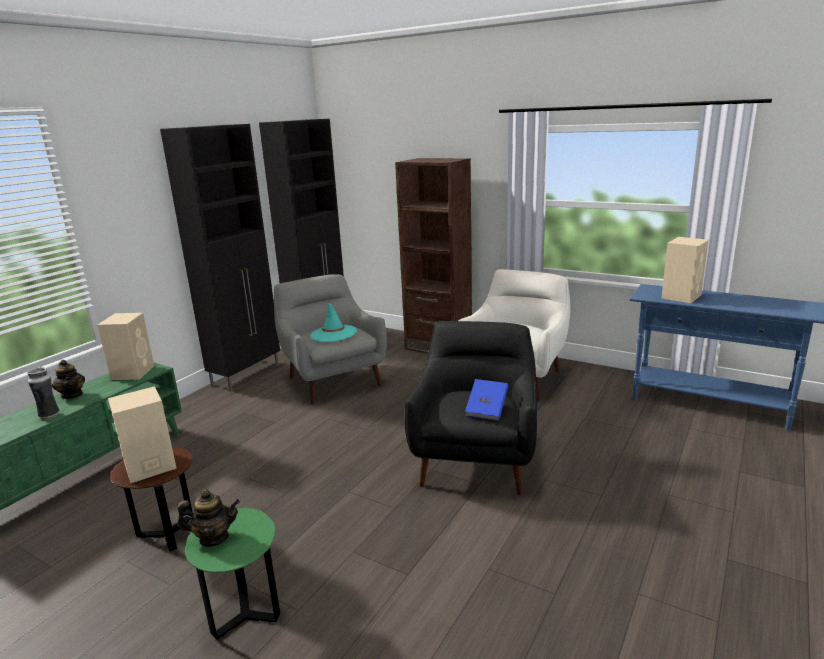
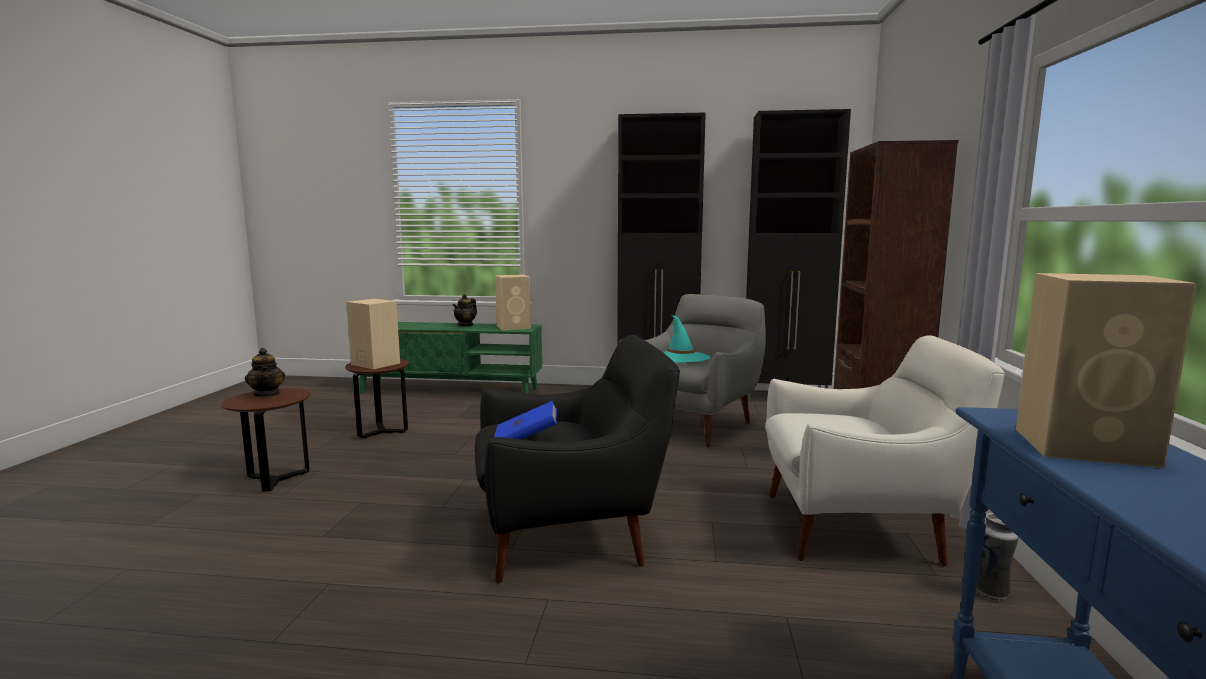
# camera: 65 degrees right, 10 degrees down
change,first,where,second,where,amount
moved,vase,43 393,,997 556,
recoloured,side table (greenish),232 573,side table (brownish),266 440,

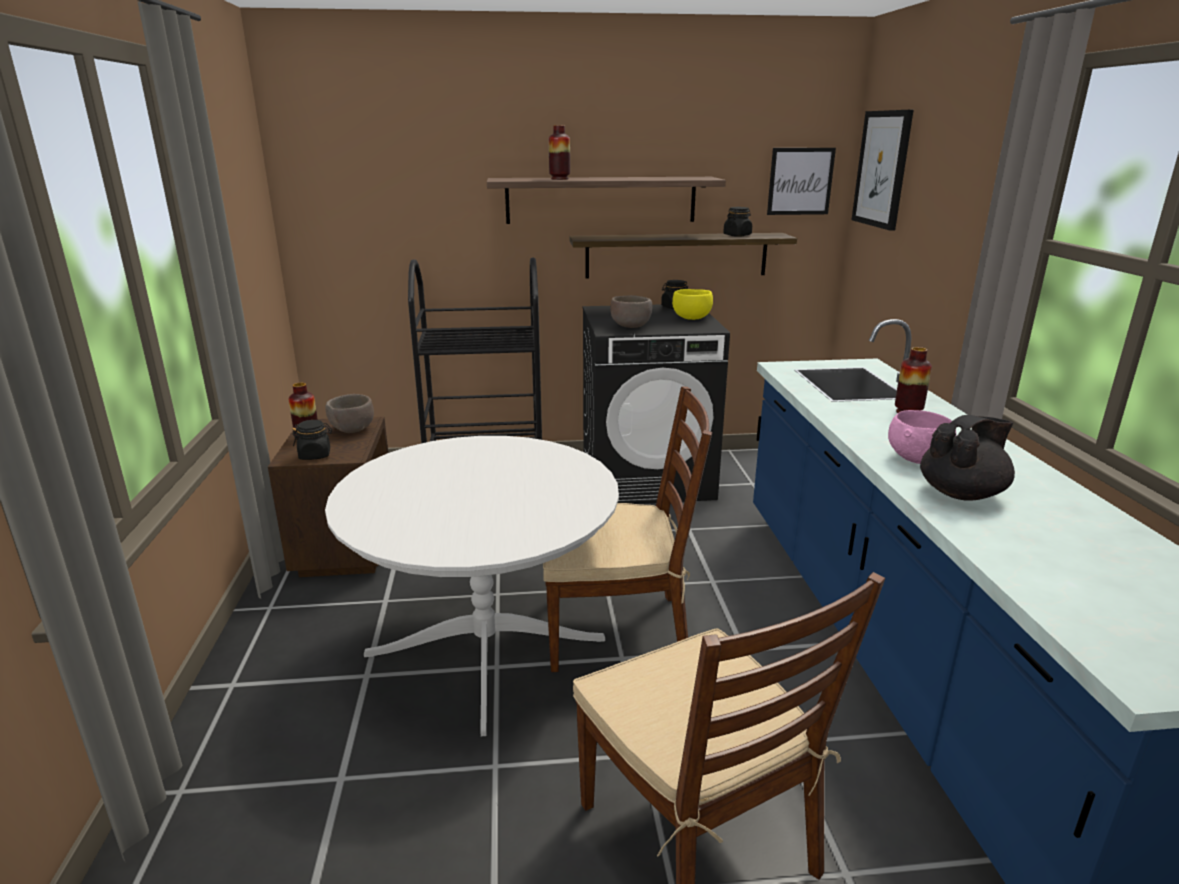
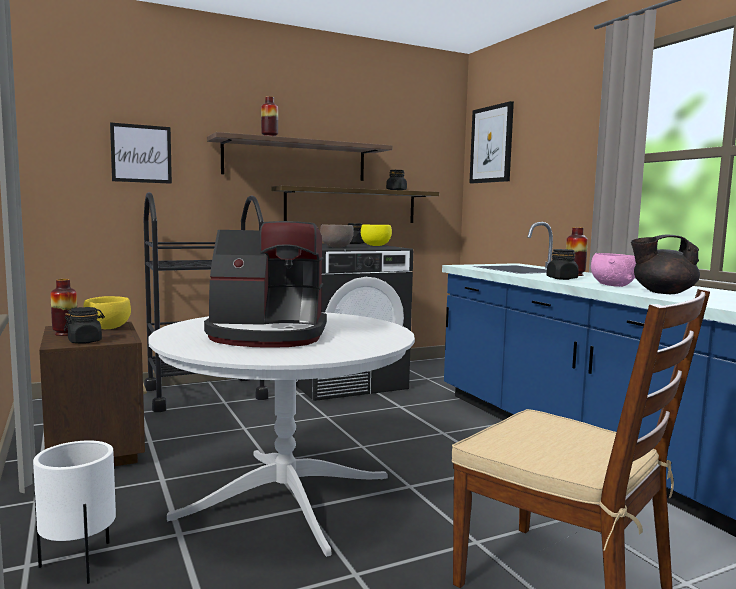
# camera: 20 degrees left, 15 degrees down
change,first,where,second,where,amount
removed,chair (brownish),627 529,,,
added,,,flower pot (white-coloured),74 512,
added,,,coffee maker,265 284,
added,,,jar (black-coloured),563 264,
moved,wall picture,801 181,,141 153,
recoloured,deep dish (brownish),349 413,deep dish (yellowish),107 312,
turned,tea pot (black-coloured),967 458,,665 264,120 degrees counterclockwise

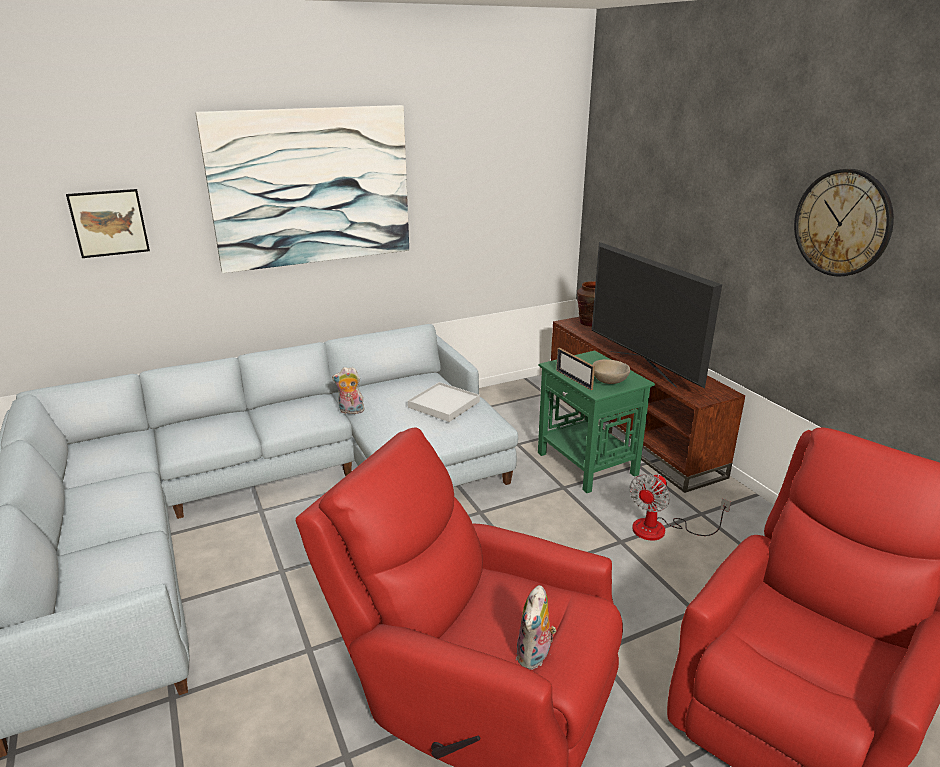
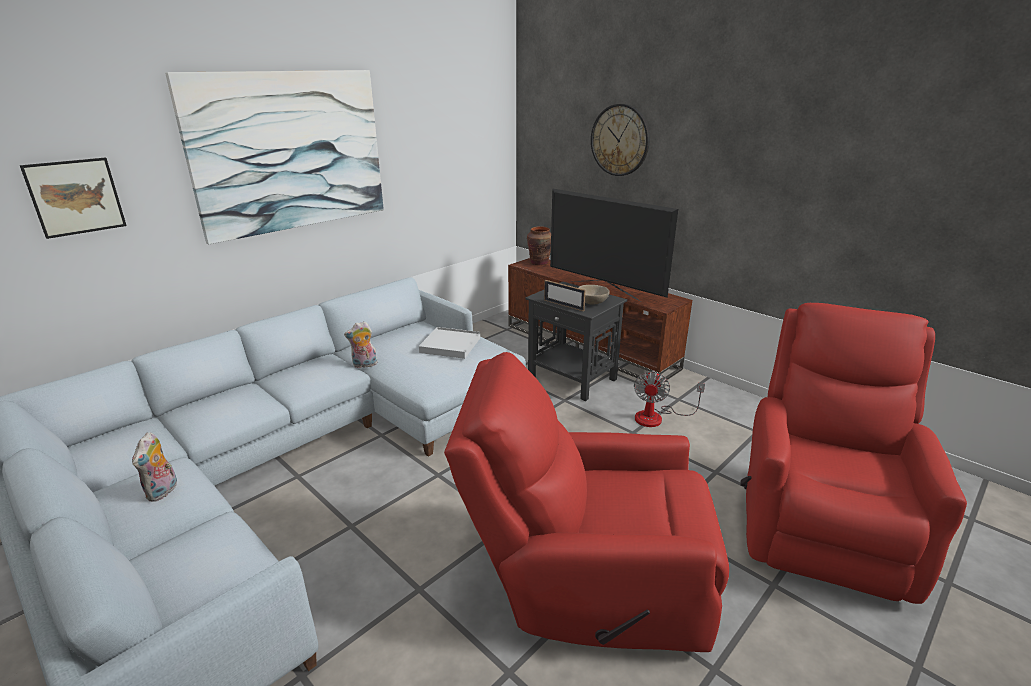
# camera: 20 degrees left, 0 degrees up
change,first,where,second,where,amount
moved,cuddly toy,536 627,,154 467,
moved,wall clock,844 222,,620 140,
recoloured,side table (greenish),596 421,side table (black-coloured),576 341,

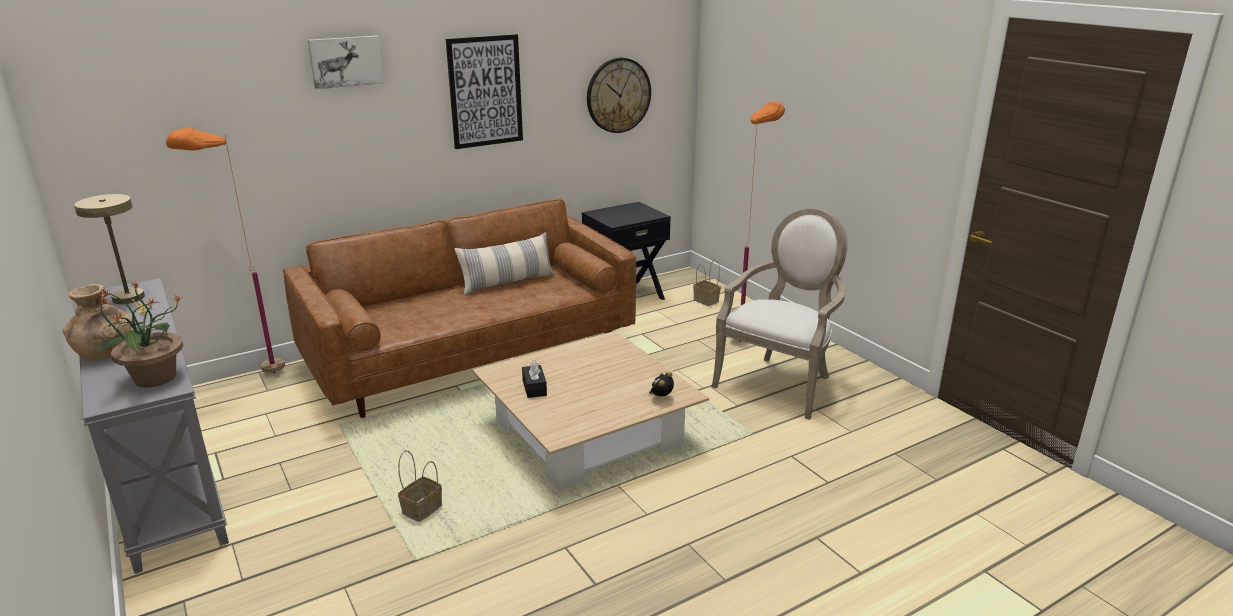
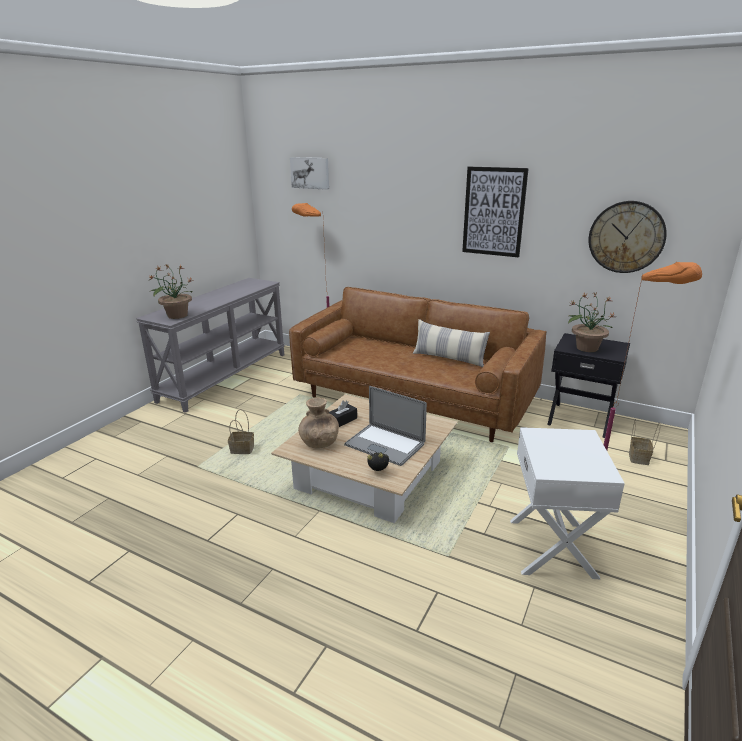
# camera: 60 degrees right, 0 degrees up
change,first,where,second,where,amount
removed,table lamp (beige),110 254,,,
added,,,laptop,385 426,
added,,,potted plant,591 322,
moved,vase (brownish),98 322,,318 423,
moved,wall picture,346 62,,309 173,
replaced,easy chair,779 314,side table (white-coloured),567 503,

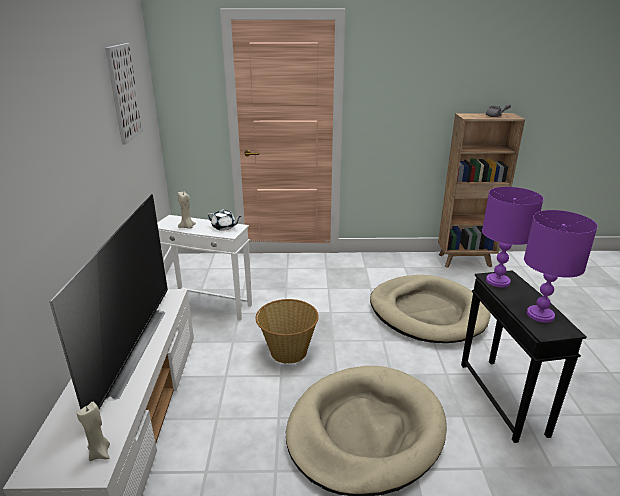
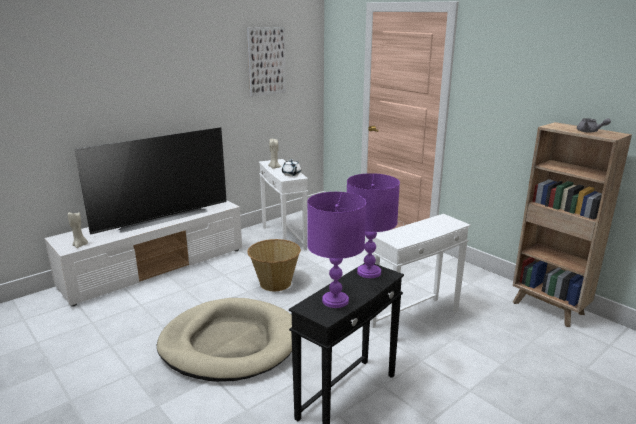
# camera: 50 degrees right, 5 degrees down
change,first,where,second,where,amount
replaced,pet bed (beige),430 309,side table (white-coloured),420 274,

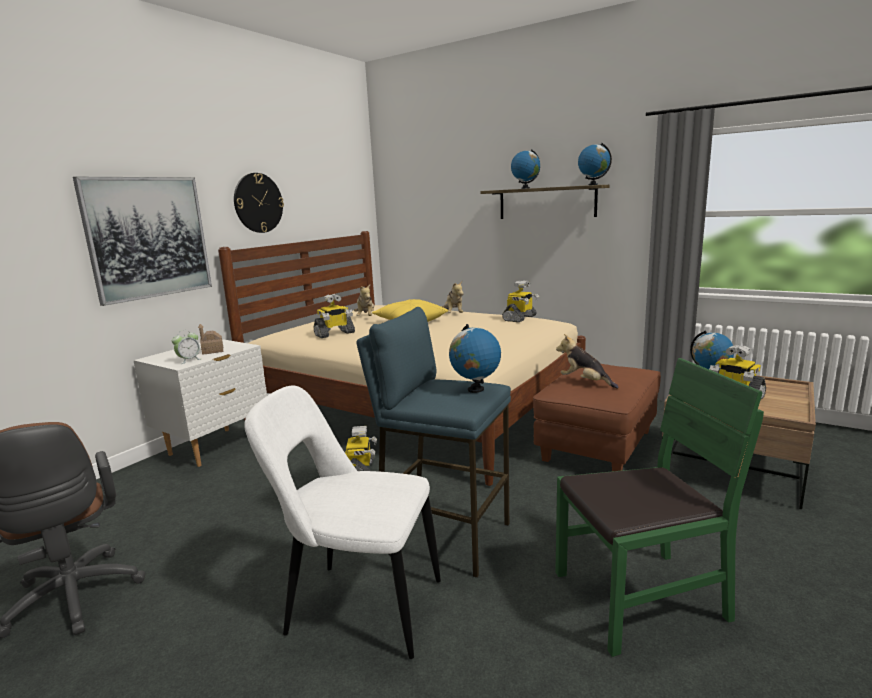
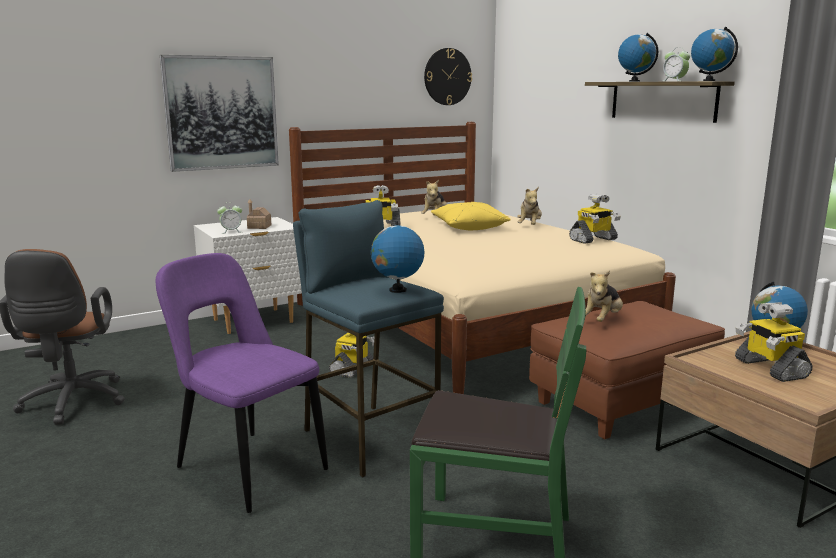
# camera: 25 degrees right, 0 degrees up
change,first,where,second,where,amount
added,,,table clock,676 64,
moved,wall clock,259 203,,448 76,
recoloured,chair (white-coloured),342 522,chair (purple-coloured),242 383,
turned,cuddly toy,587 361,,604 296,120 degrees counterclockwise

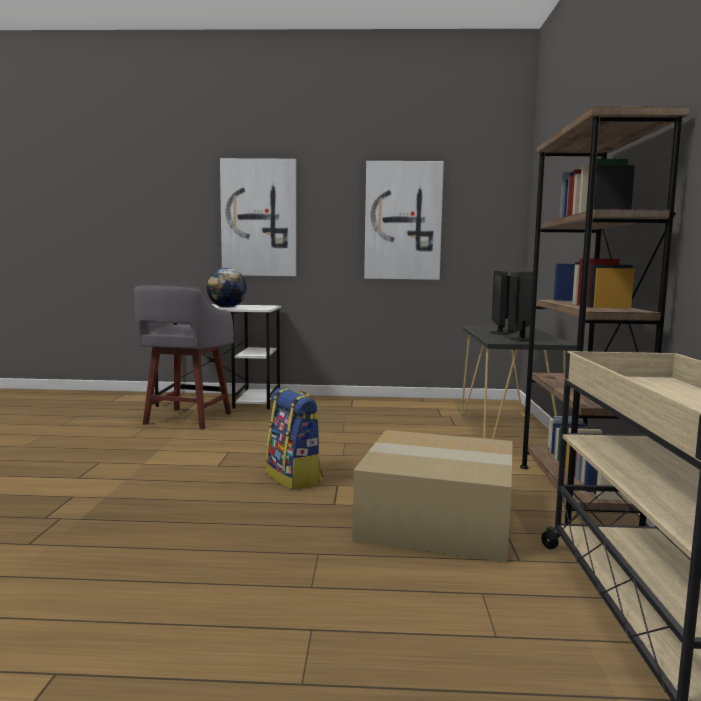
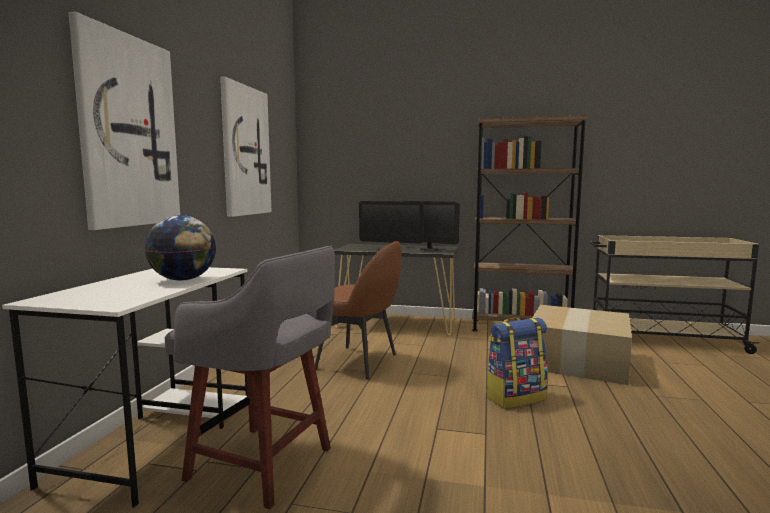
# camera: 80 degrees left, 0 degrees up
change,first,where,second,where,amount
added,,,chair (brownish),358 310,

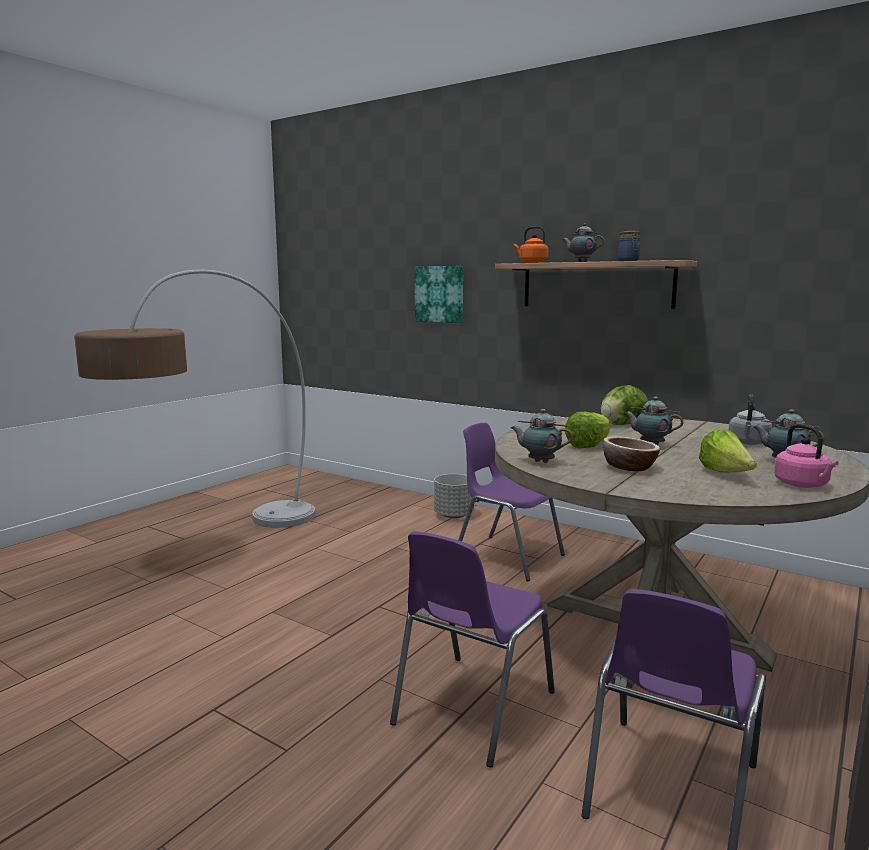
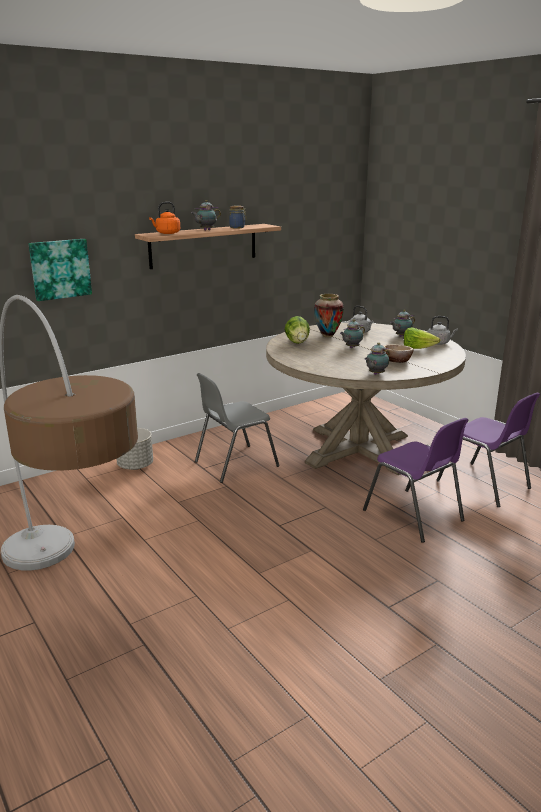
# camera: 70 degrees left, 10 degrees up
change,first,where,second,where,amount
removed,lettuce,587 430,,,
added,,,vase,329 315,
recoloured,chair (purple-coloured),511 502,chair (gray),237 428,
recoloured,kettle (pink-coloured),806 456,kettle (gray),442 330,

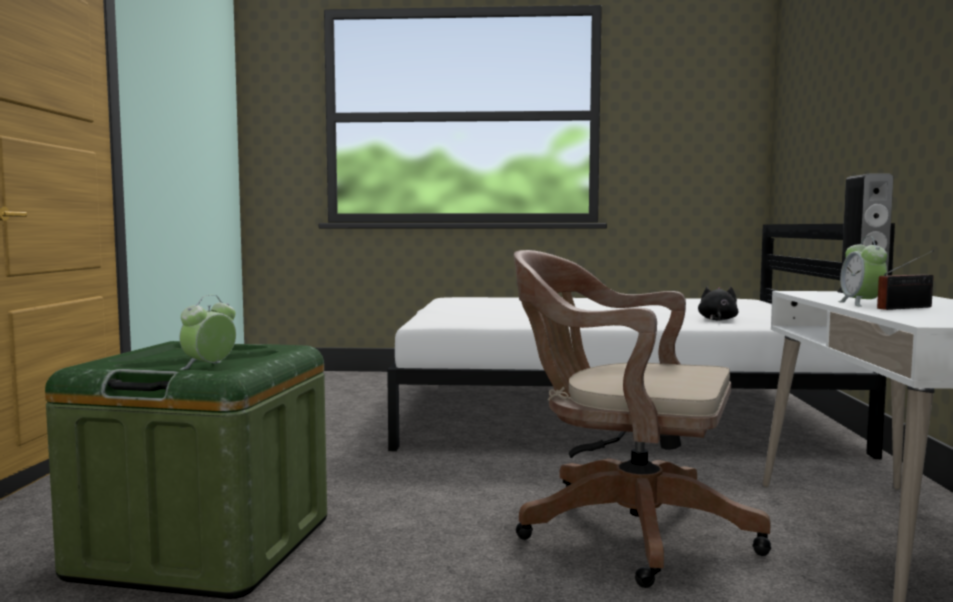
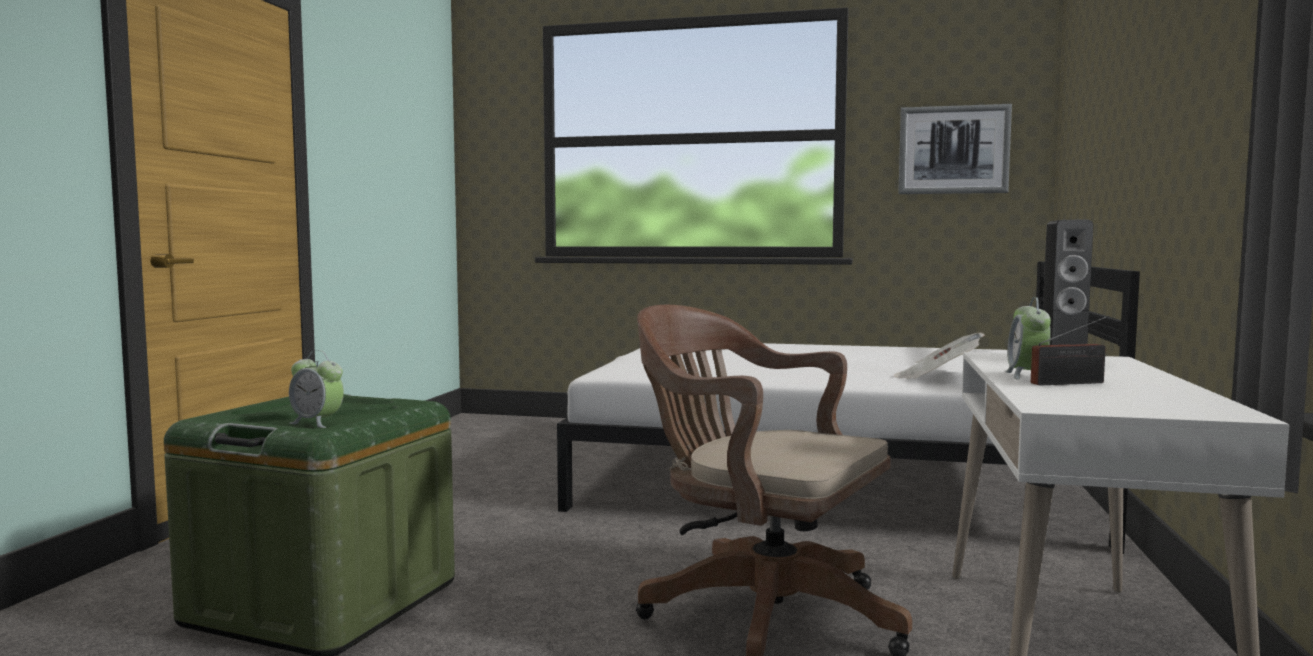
# camera: 10 degrees right, 0 degrees up
change,first,where,second,where,amount
added,,,wall picture,955 149,
replaced,cuddly toy (black-coloured),718 303,printed paper,939 356,
turned,table clock,207 332,,316 389,105 degrees counterclockwise

